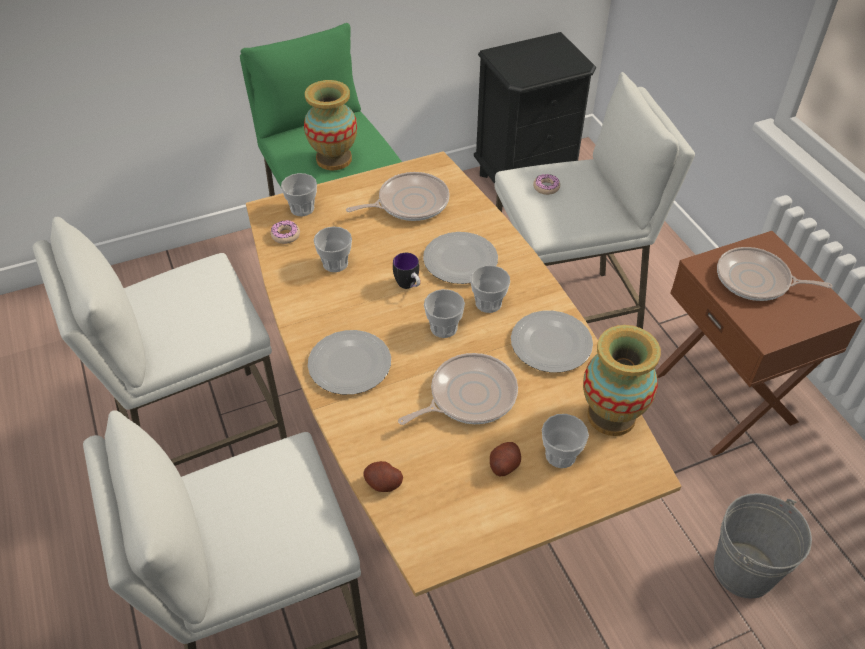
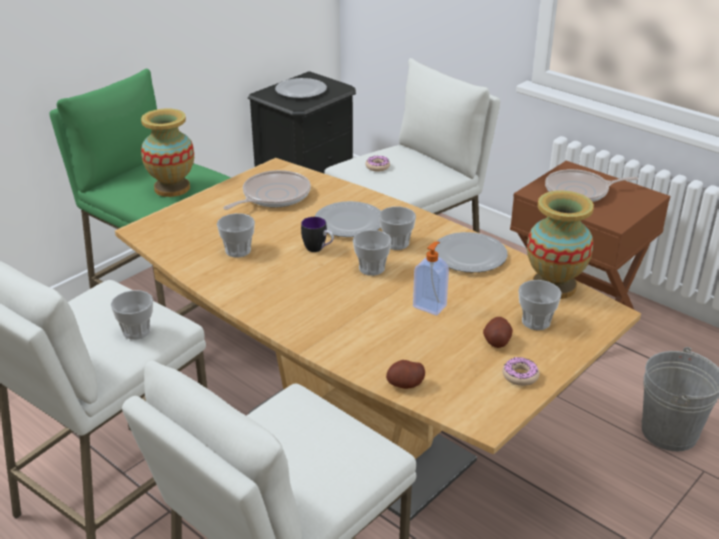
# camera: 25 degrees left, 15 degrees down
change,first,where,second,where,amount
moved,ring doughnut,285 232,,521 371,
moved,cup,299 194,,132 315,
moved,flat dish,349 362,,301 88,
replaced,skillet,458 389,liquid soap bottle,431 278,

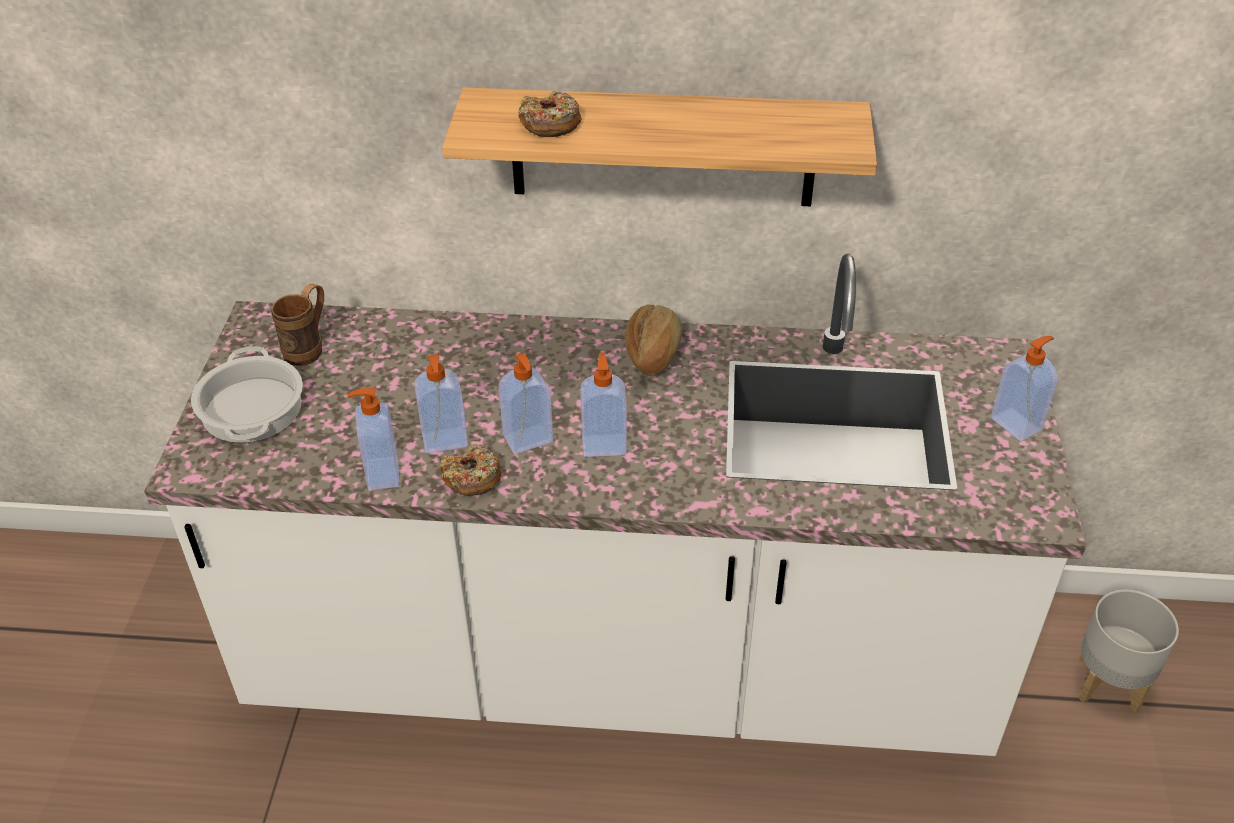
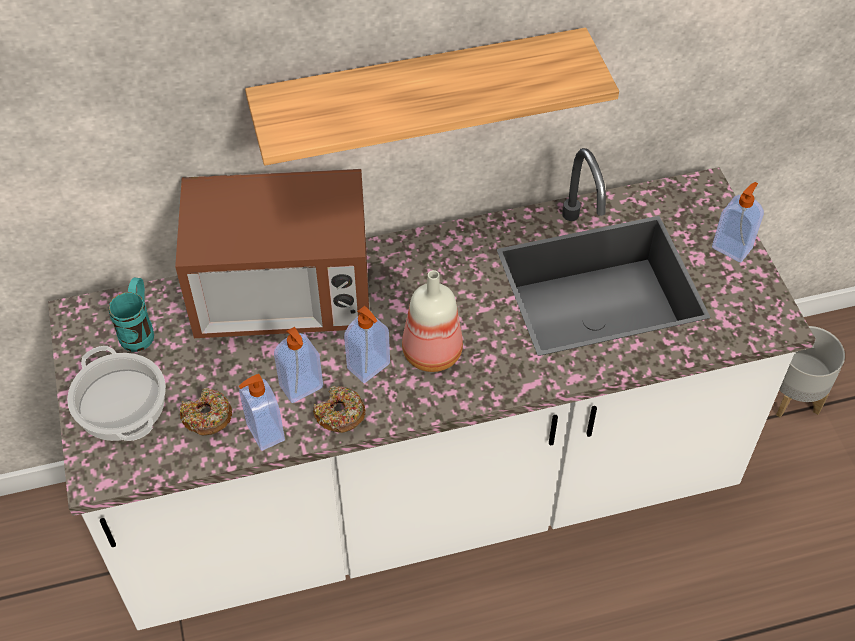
# camera: 20 degrees left, 10 degrees up
change,first,where,second,where,amount
removed,baked bread,653 340,,,
added,,,kitchen microwave,272 253,
moved,ring doughnut,549 113,,206 411,
replaced,liquid soap bottle,603 405,bottle,432 321,
recoloured,tea mug (brownish),297 324,tea mug (turquoise),131 315,

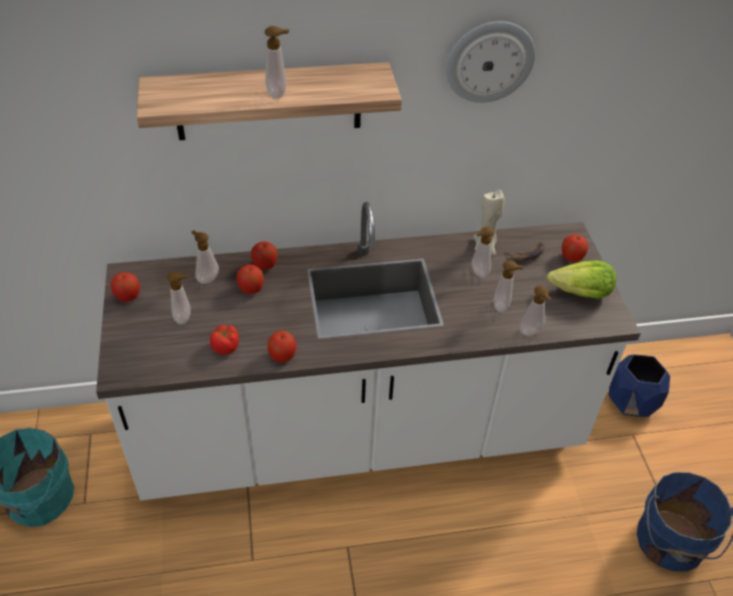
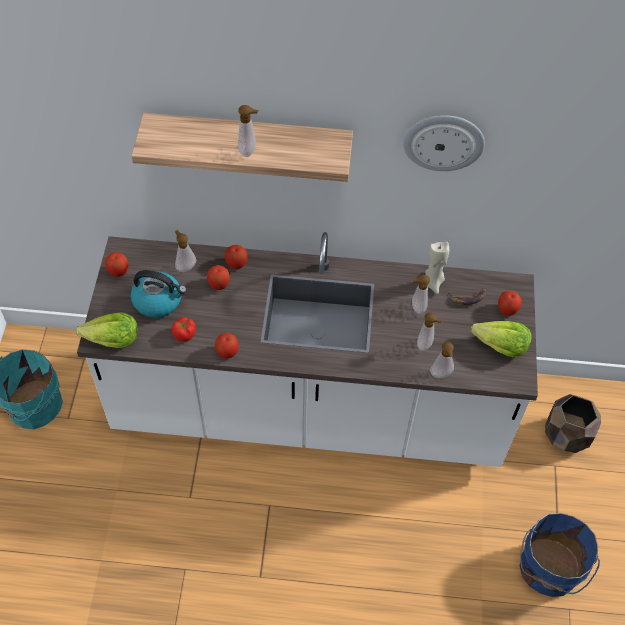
# camera: 15 degrees right, 10 degrees up
change,first,where,second,where,amount
added,,,lettuce,107 330,
replaced,liquid soap bottle,179 298,kettle,159 294,
recoloured,flower pot (blue),639 385,flower pot (brownish),573 423,

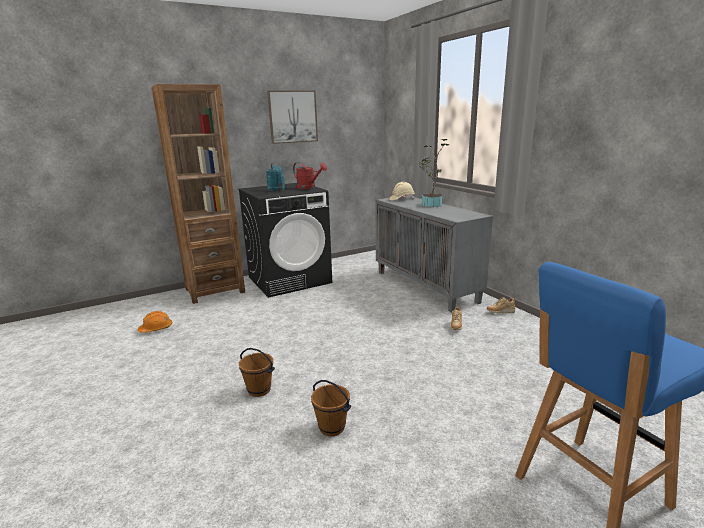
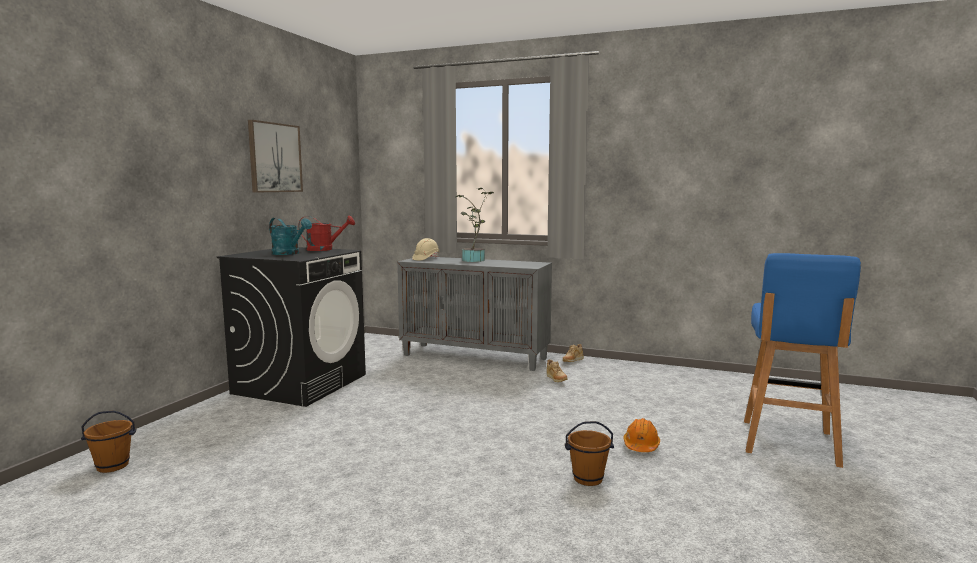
# camera: 40 degrees left, 10 degrees down
change,first,where,second,where,amount
removed,bookcase (brownish),198 194,,,
moved,work helmet (orange-coloured),155 322,,641 435,
moved,water bucket (brownish),257 372,,108 442,

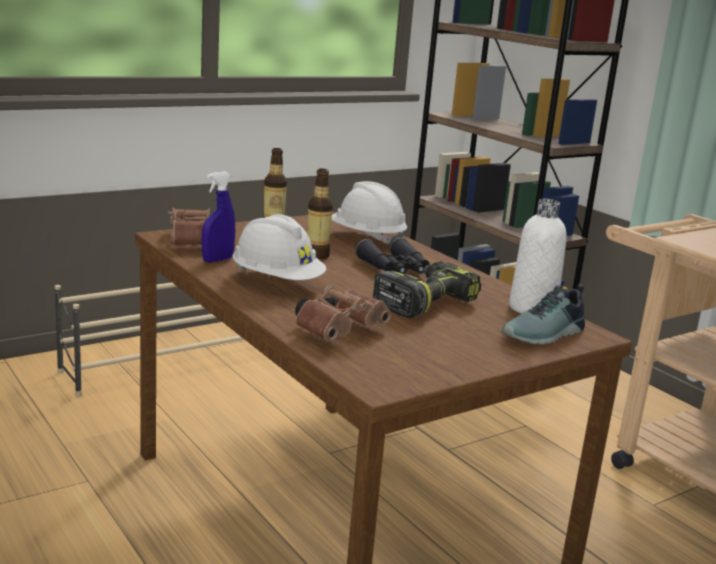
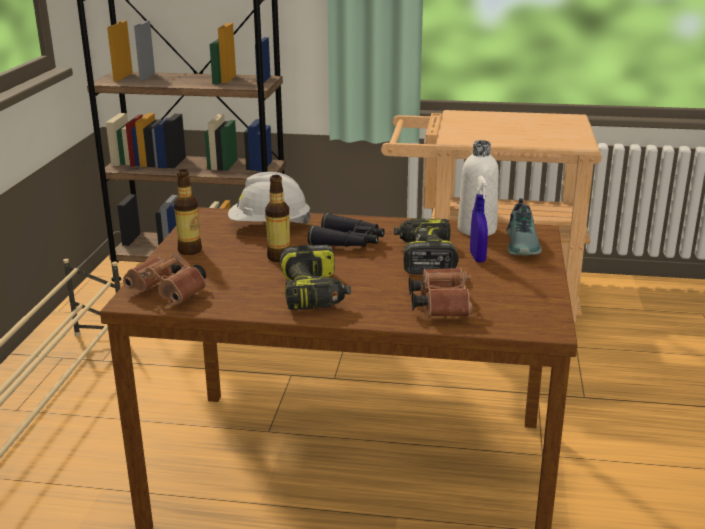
# camera: 45 degrees left, 5 degrees up
change,first,where,second,where,amount
moved,hand sprayer (blue),218 217,,479 219,
replaced,work helmet (white-coloured),279 247,power drill,315 277,

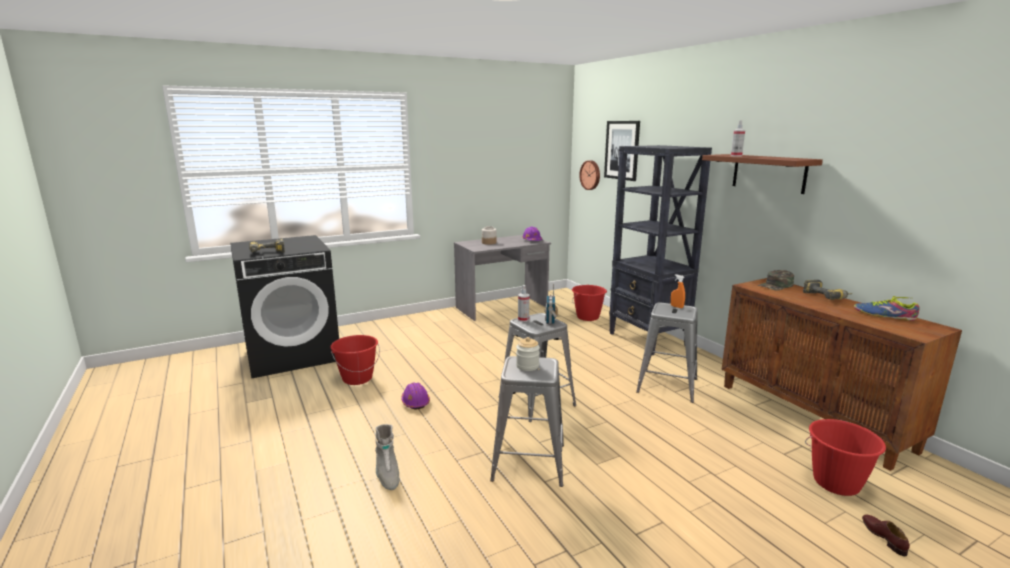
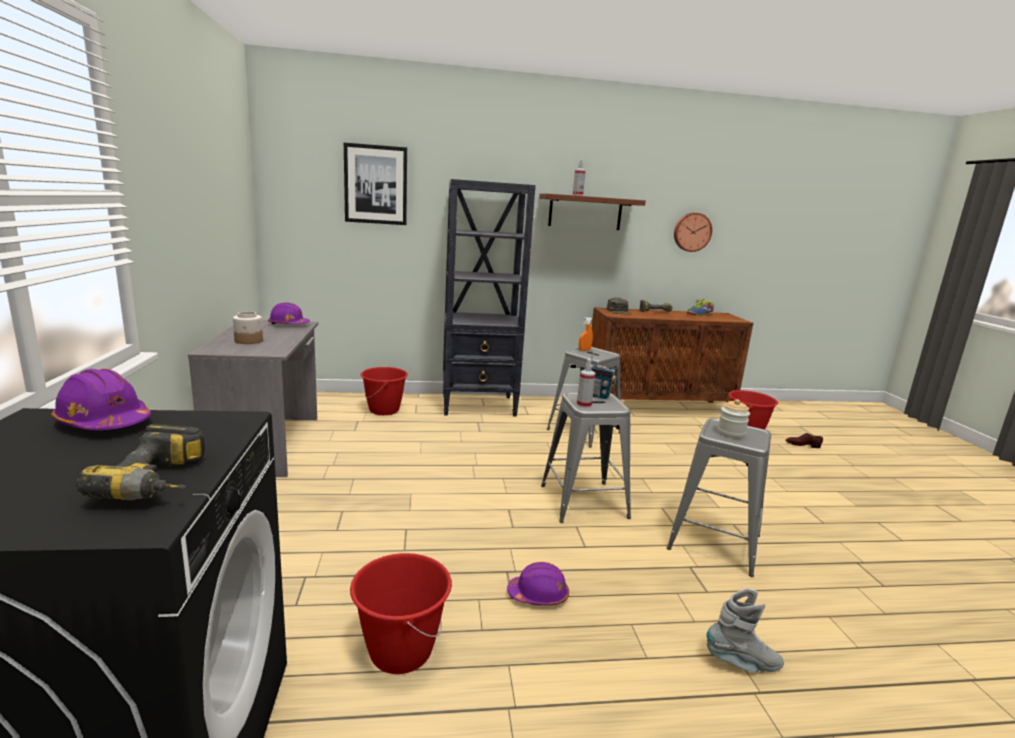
# camera: 70 degrees left, 0 degrees up
change,first,where,second,where,amount
added,,,work helmet (purple-coloured),101 399,
moved,wall clock,589 175,,693 232,

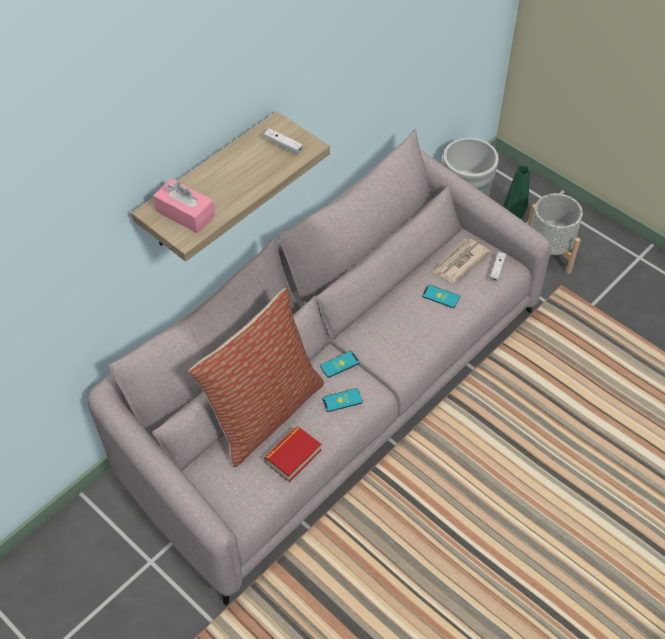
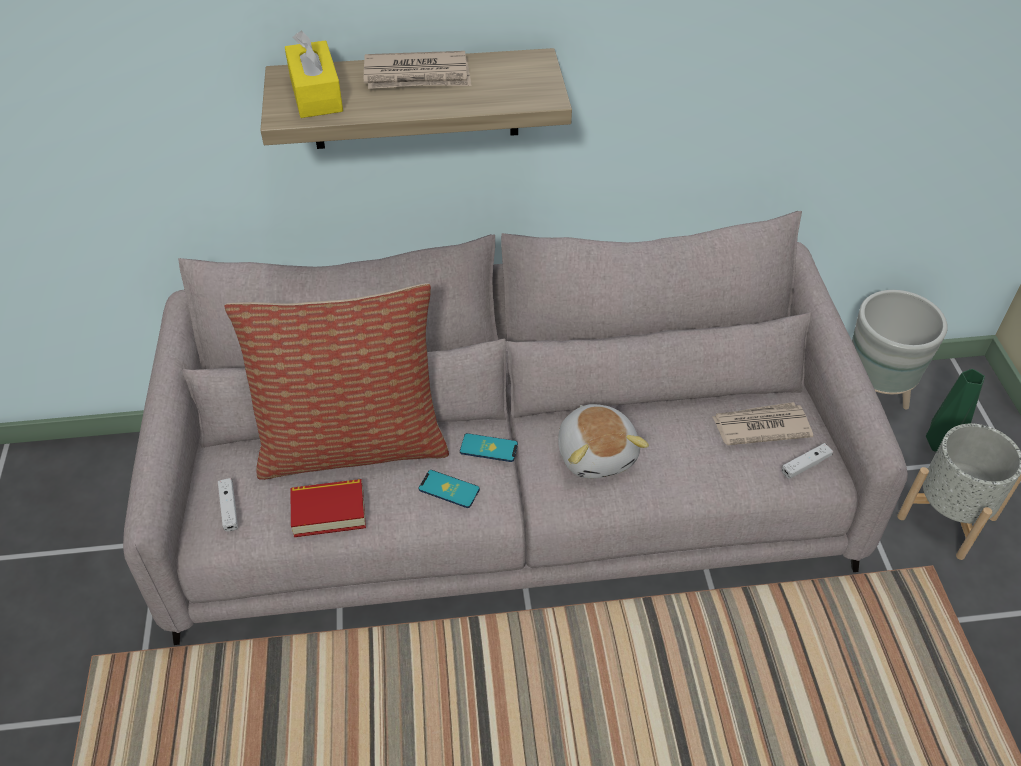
# camera: 40 degrees right, 5 degrees down
change,first,where,second,where,amount
removed,handset,441 296,,,
added,,,printed paper,417 70,
added,,,cuddly toy,603 441,
moved,gamepad (white-coloured),283 141,,228 505,
recoloured,tissue box (pink-coloured),184 206,tissue box (yellowish),314 74,

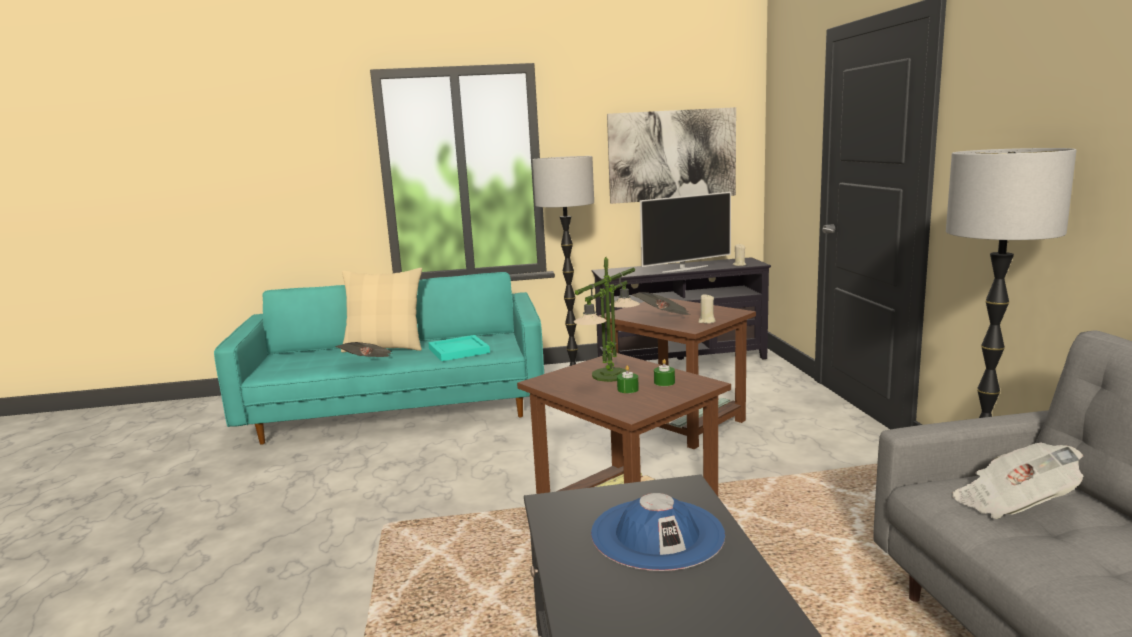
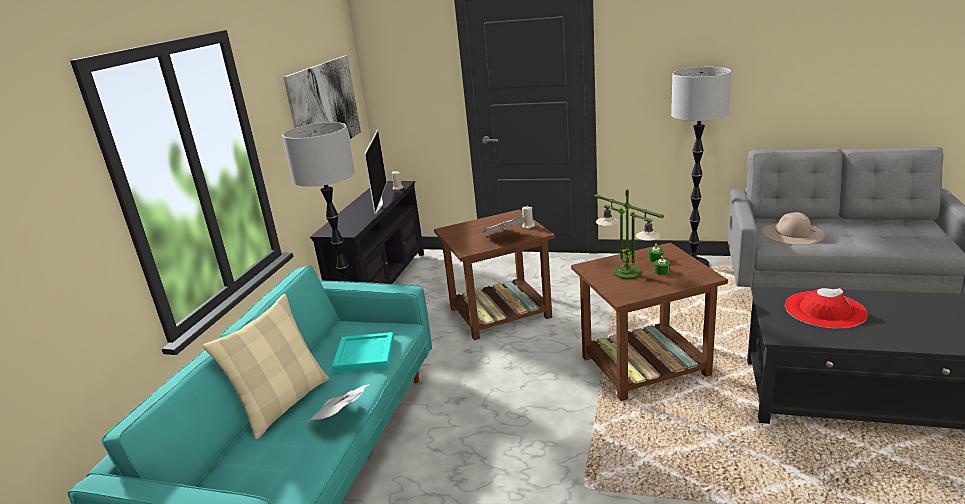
# camera: 65 degrees left, 10 degrees up
change,first,where,second,where,amount
replaced,printed paper,1017 480,hat (beige),794 228,
recoloured,hat (blue),658 532,hat (red-coloured),826 308,

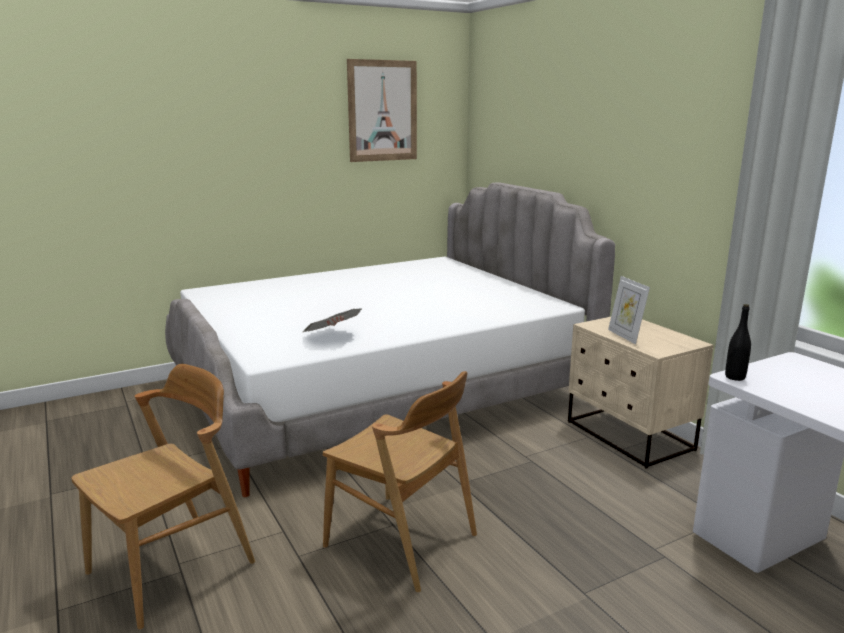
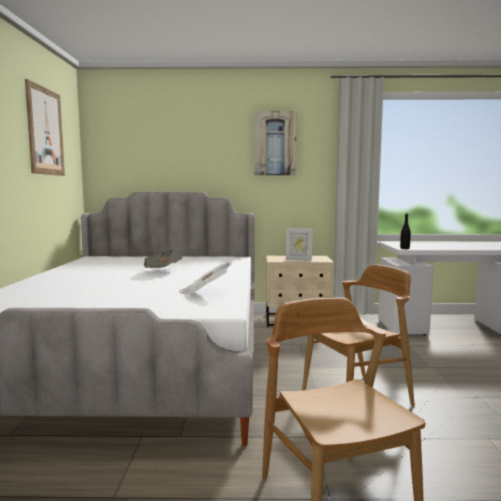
# camera: 60 degrees left, 10 degrees down
change,first,where,second,where,amount
added,,,printed paper,163 259,
added,,,wall picture,275 143,

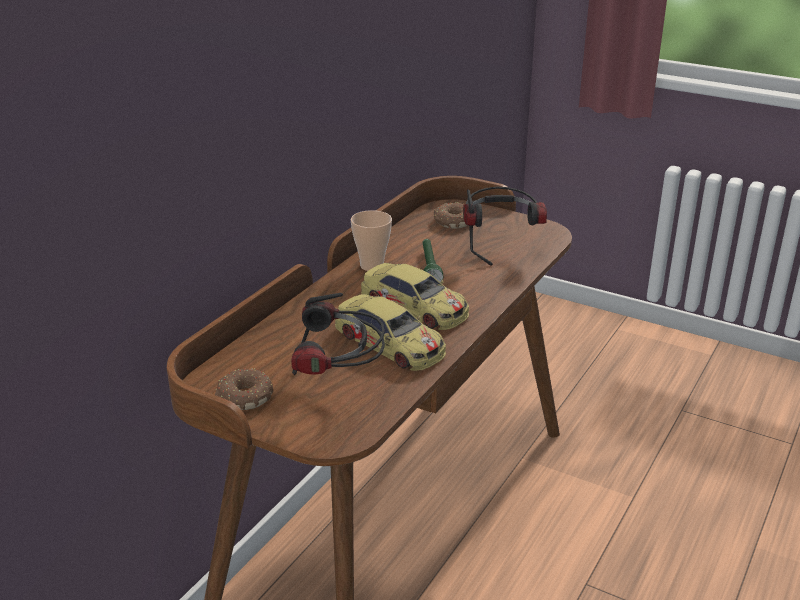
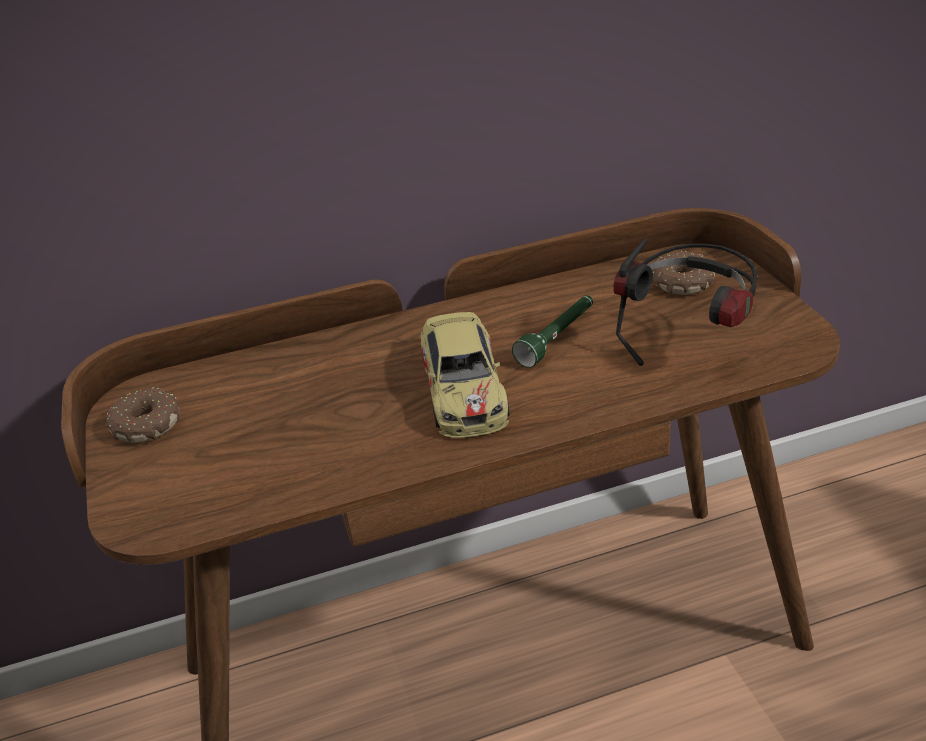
# camera: 45 degrees right, 5 degrees up
change,first,where,second,where,amount
removed,headphones,338 334,,,
removed,toy car,390 332,,,
removed,cup,371 240,,,

